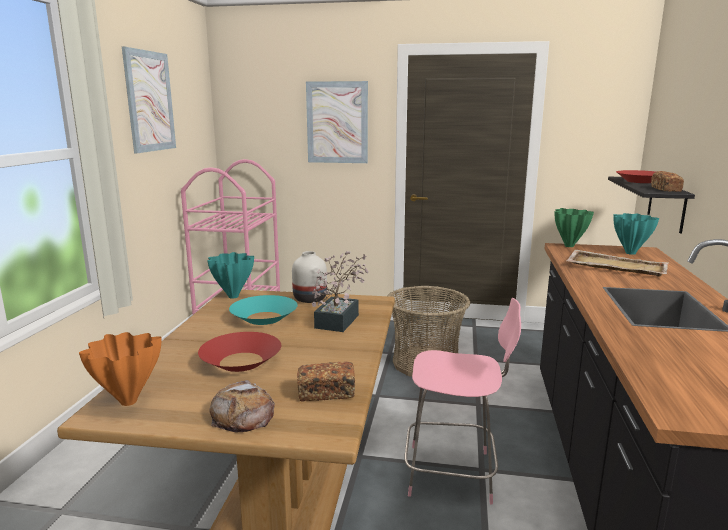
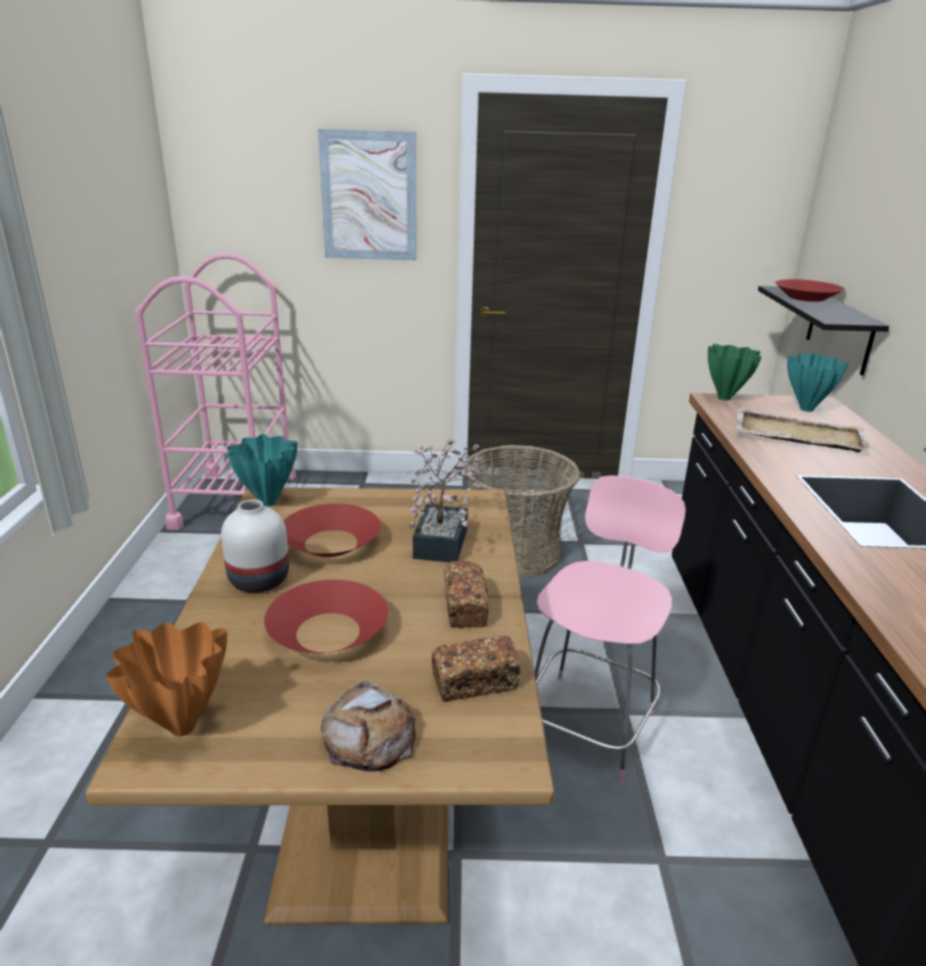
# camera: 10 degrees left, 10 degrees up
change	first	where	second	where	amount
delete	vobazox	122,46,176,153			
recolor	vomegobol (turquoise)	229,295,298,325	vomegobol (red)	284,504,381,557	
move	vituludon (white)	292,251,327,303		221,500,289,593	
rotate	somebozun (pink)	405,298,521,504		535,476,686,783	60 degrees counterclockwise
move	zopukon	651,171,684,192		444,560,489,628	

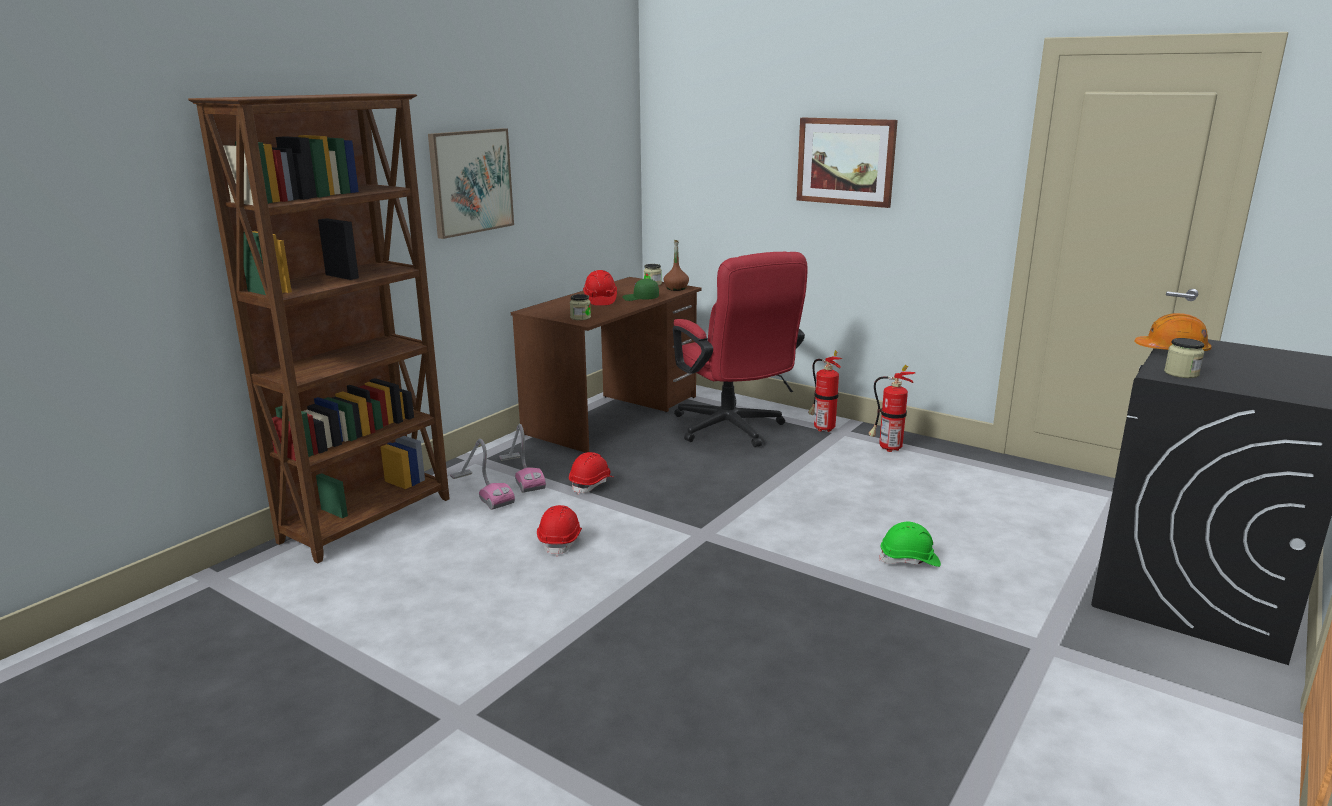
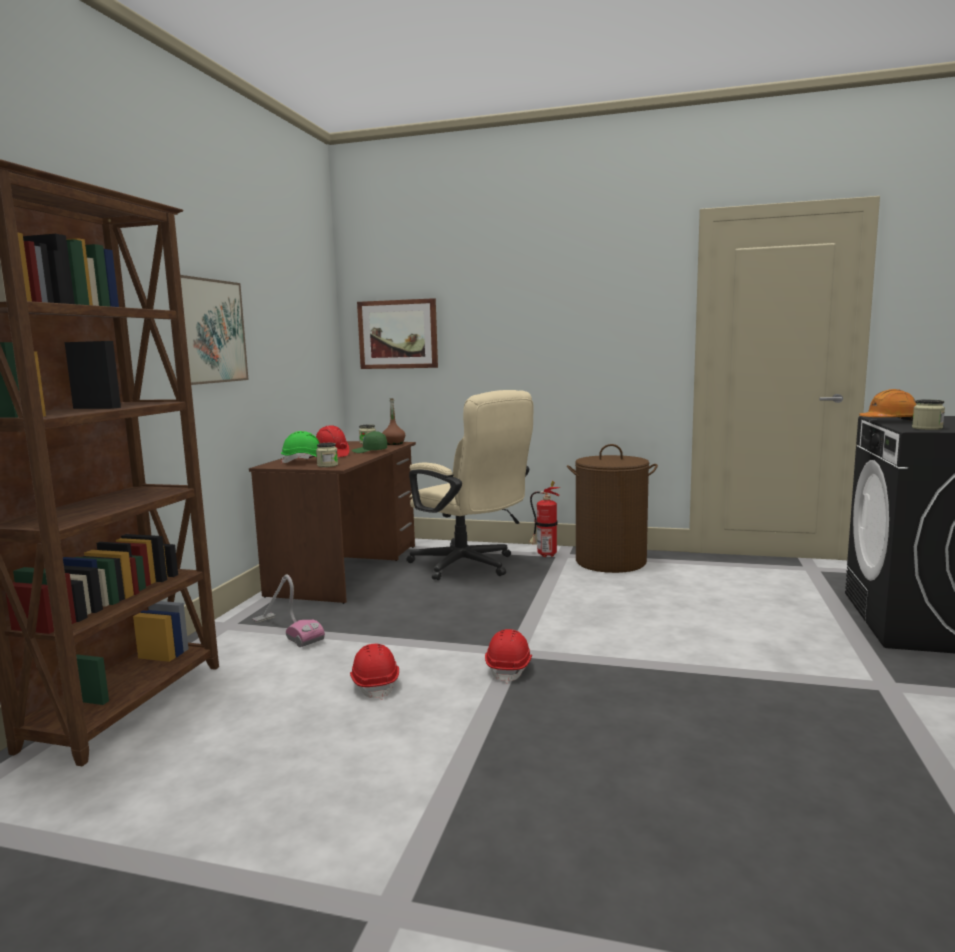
# camera: 20 degrees left, 10 degrees down
change	first	where	second	where	amount
delete	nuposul	450,439,515,510			
move	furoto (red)	569,452,613,495		485,629,532,684	
recolor	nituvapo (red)	673,252,808,447	nituvapo (beige)	406,390,533,580	
move	vobazox	797,118,898,208		357,298,438,369	
replace	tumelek	868,365,915,452	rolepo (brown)	567,444,658,573	
move	furoto (green)	879,522,941,567		281,431,320,463	

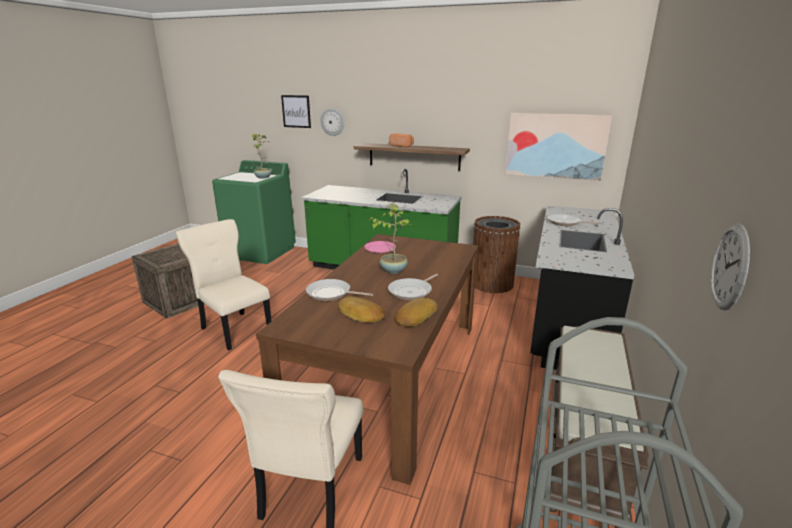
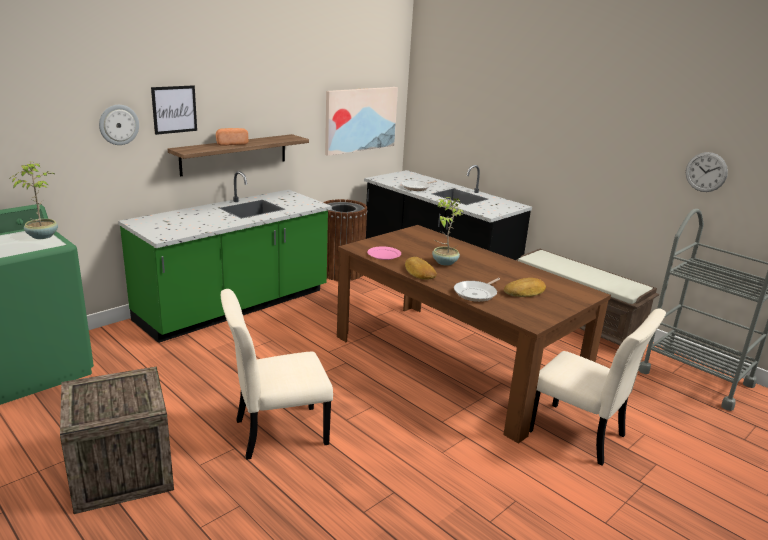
# camera: 65 degrees left, 0 degrees up
change	first	where	second	where	amount
move	vobazox	281,95,311,128		151,85,197,135	
delete	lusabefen	388,274,438,300			
move	zopukon	395,298,438,327		405,257,437,280	

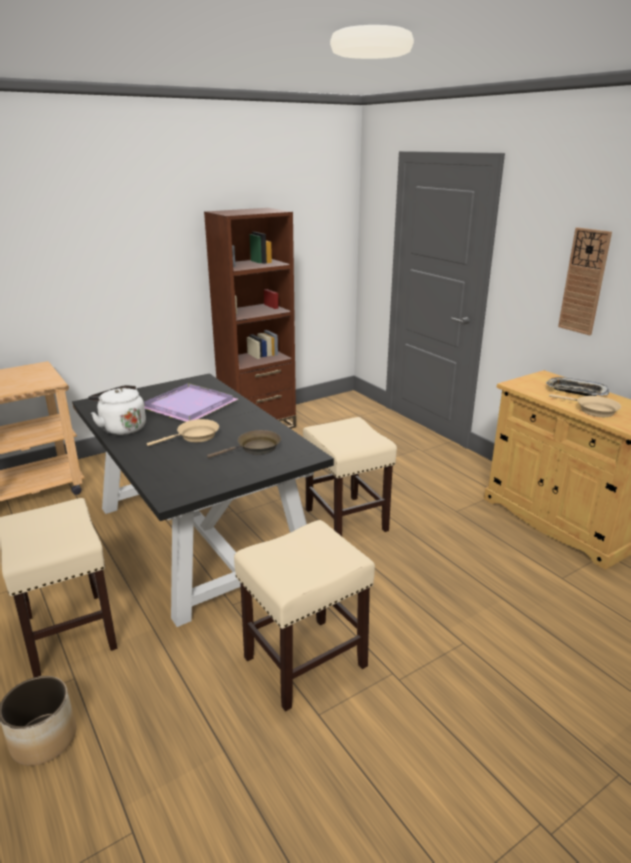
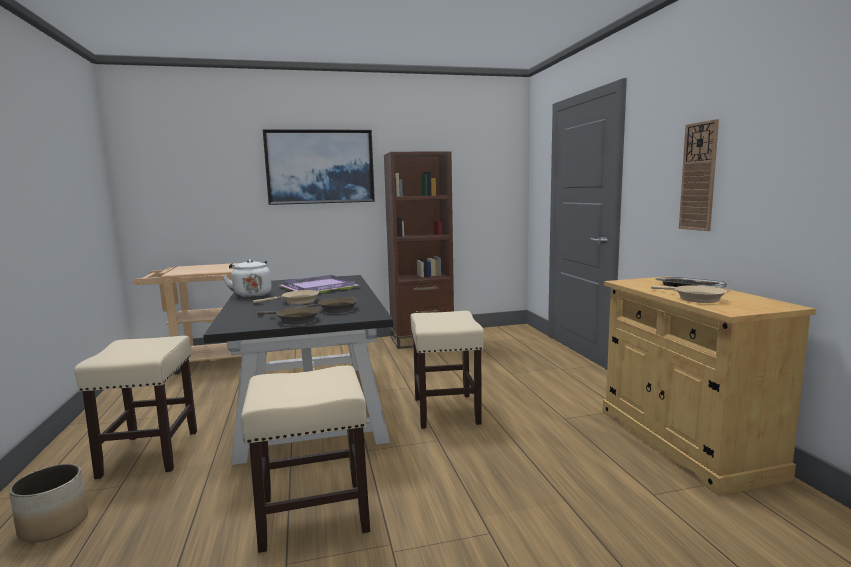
# camera: 20 degrees right, 15 degrees down
change	first	where	second	where	amount
insert			lusabefen (brown)	258,307,320,325	
insert			vobazox	263,129,375,205	

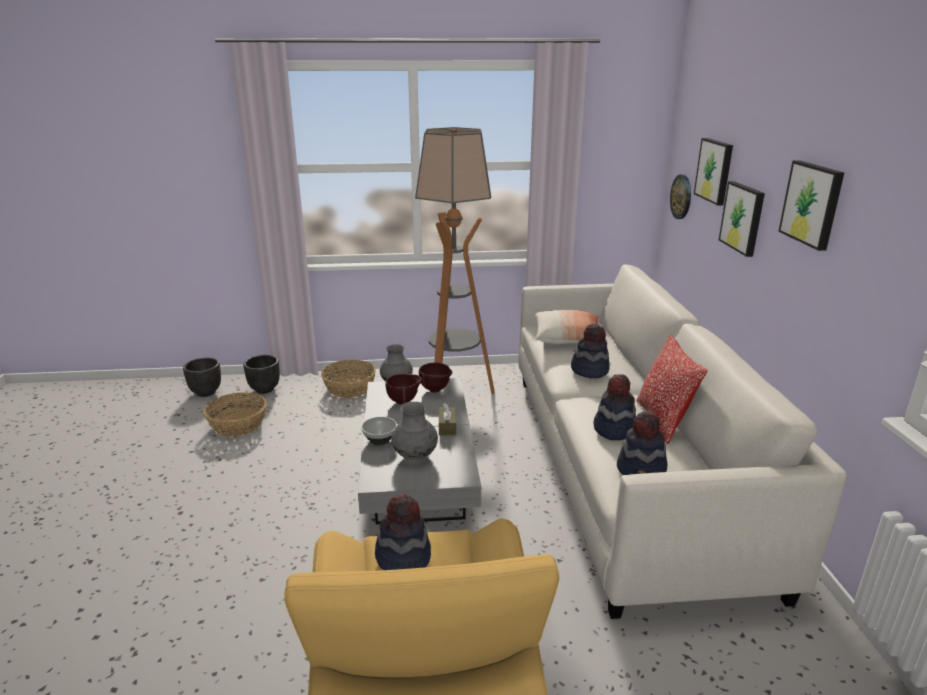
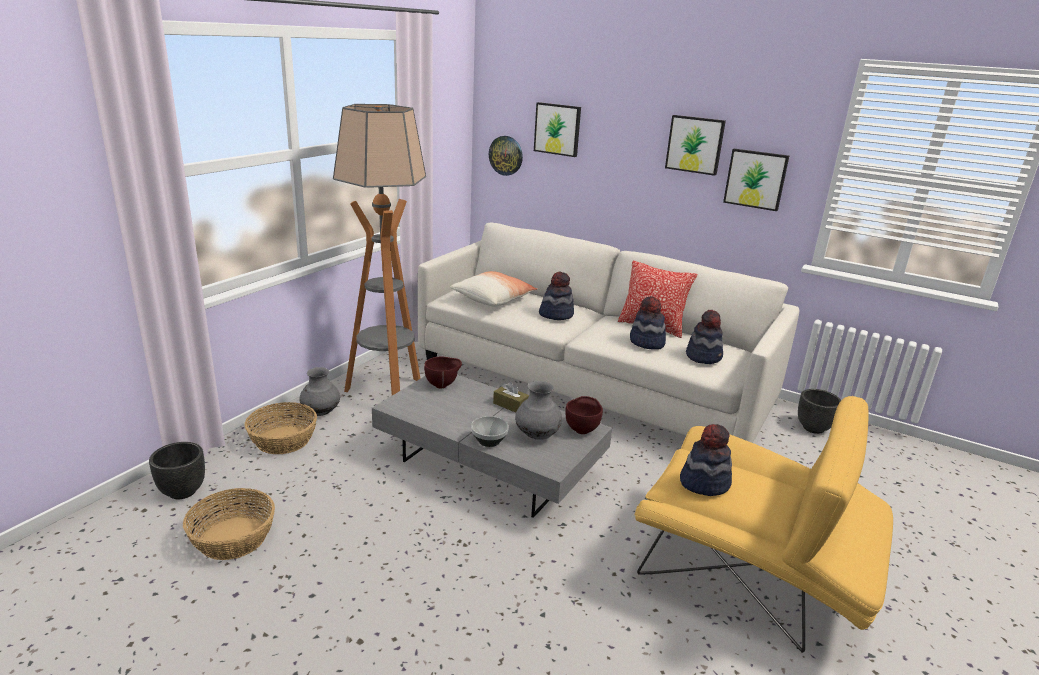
# camera: 55 degrees left, 0 degrees up
change	first	where	second	where	amount
move	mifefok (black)	183,358,221,397		798,389,841,434	
move	vomegobol (brown)	385,374,422,405		565,396,603,434	
move	vobazox	719,181,765,257		723,149,789,211	

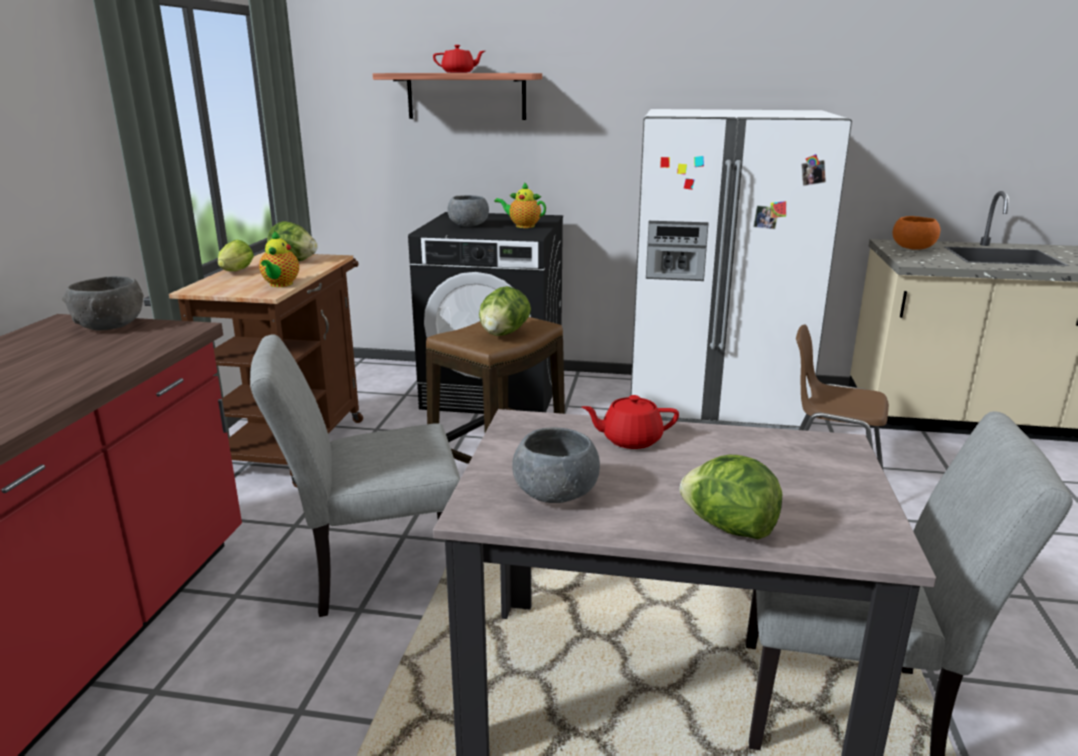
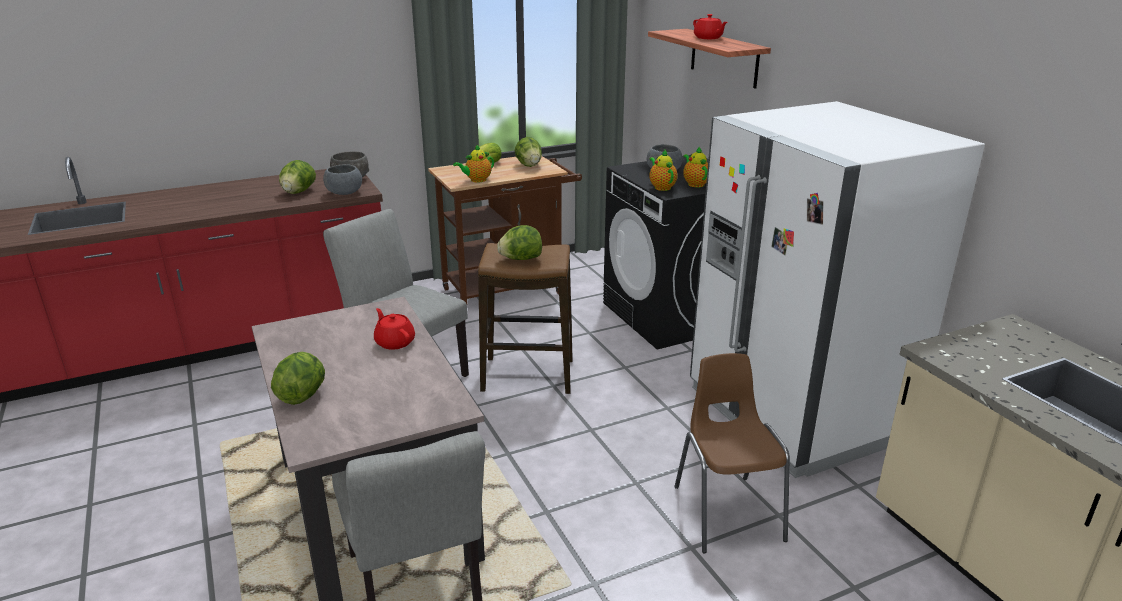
# camera: 55 degrees right, 5 degrees up
change	first	where	second	where	amount
move	vomegobol (grey)	512,428,600,503		323,164,362,195	
delete	vomegobol (orange)	892,216,940,250			
insert			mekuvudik	279,160,316,194	
insert			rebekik	650,150,678,191	

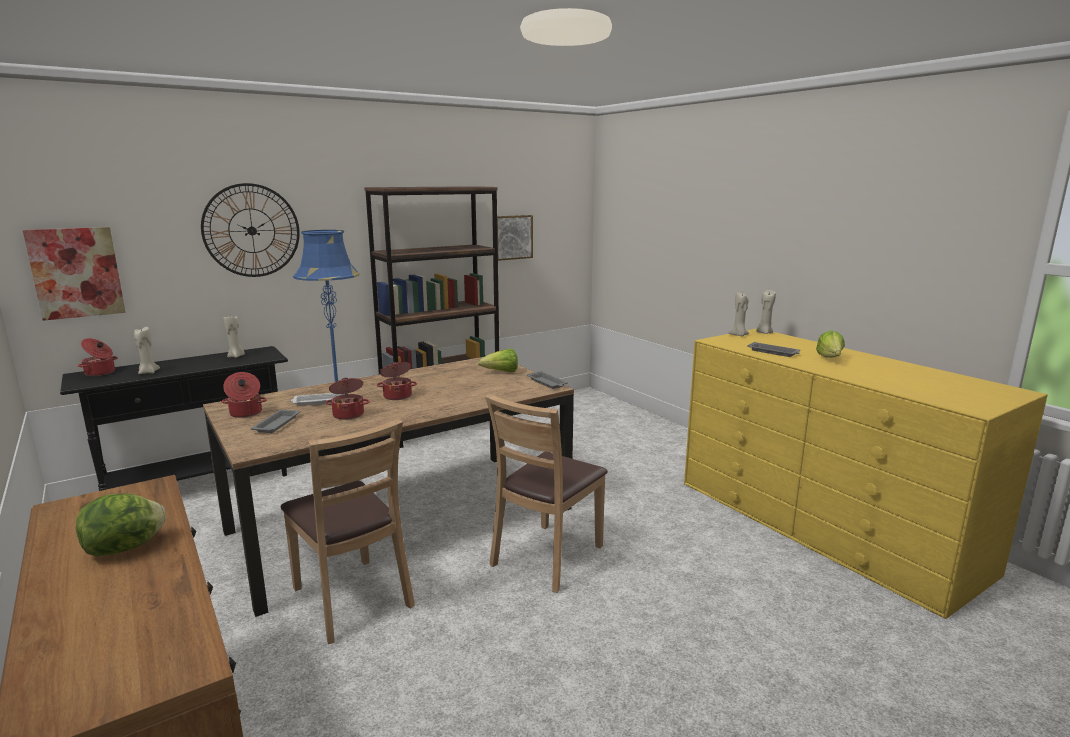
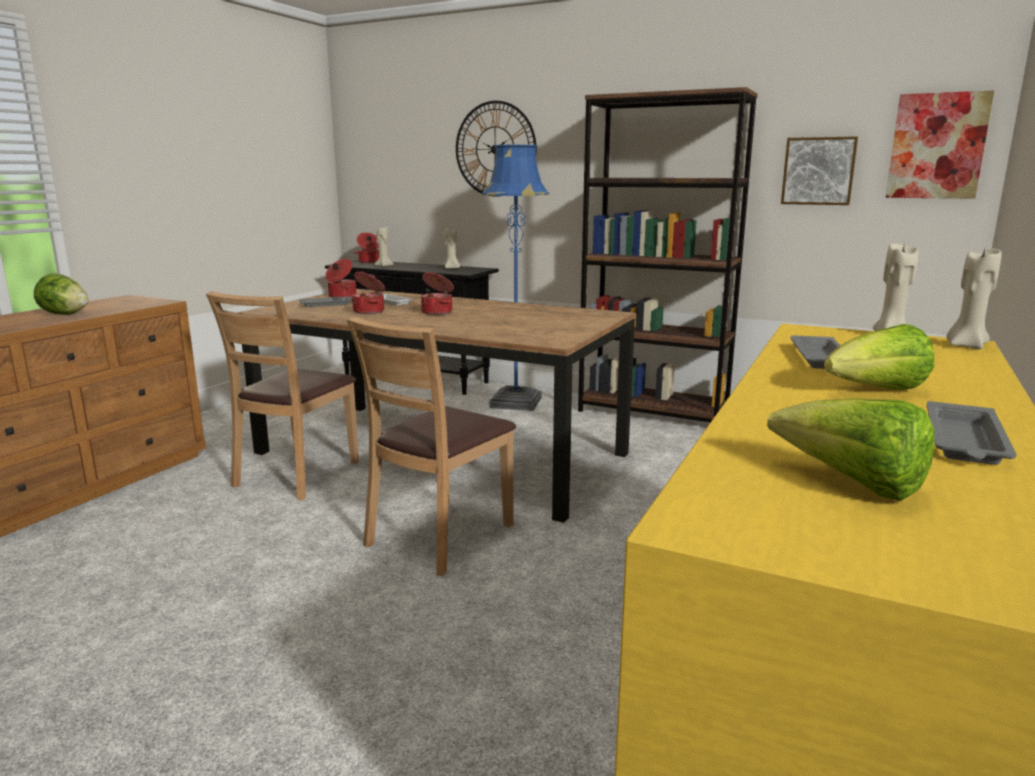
# camera: 60 degrees right, 0 degrees up
change	first	where	second	where	amount
move	vobazox	23,227,126,321		886,90,994,199	
move	mekuvudik	478,349,518,372		767,398,935,501	
rotate	somebozun (brown)	485,394,608,593		346,316,516,576	60 degrees counterclockwise
move	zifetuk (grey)	527,371,568,389		927,401,1017,465	

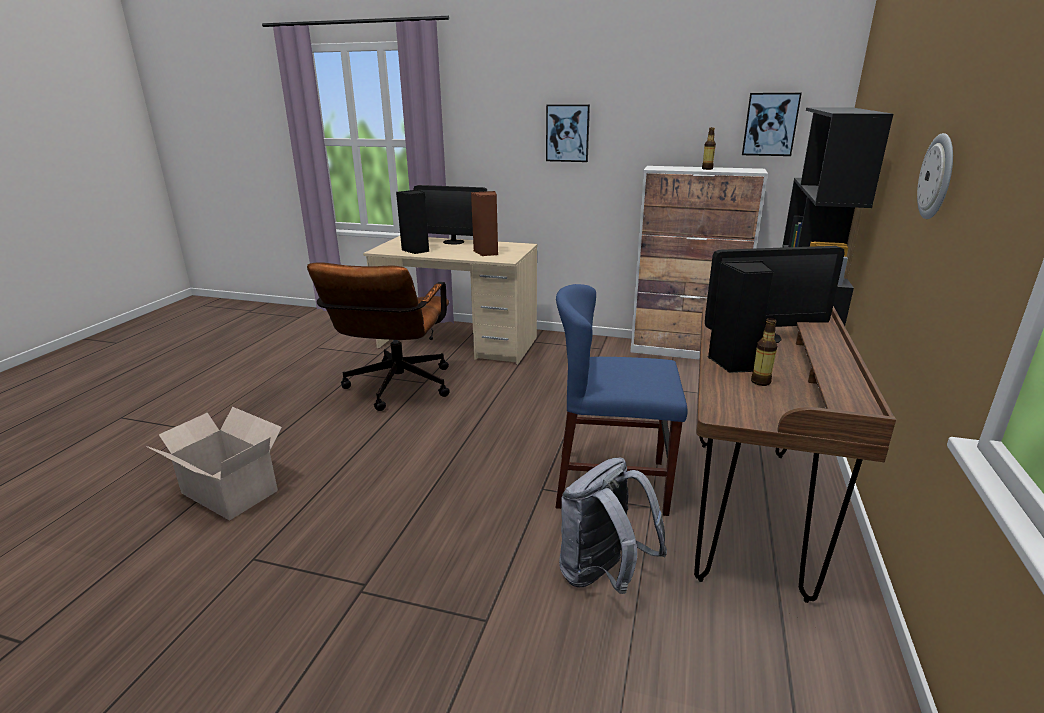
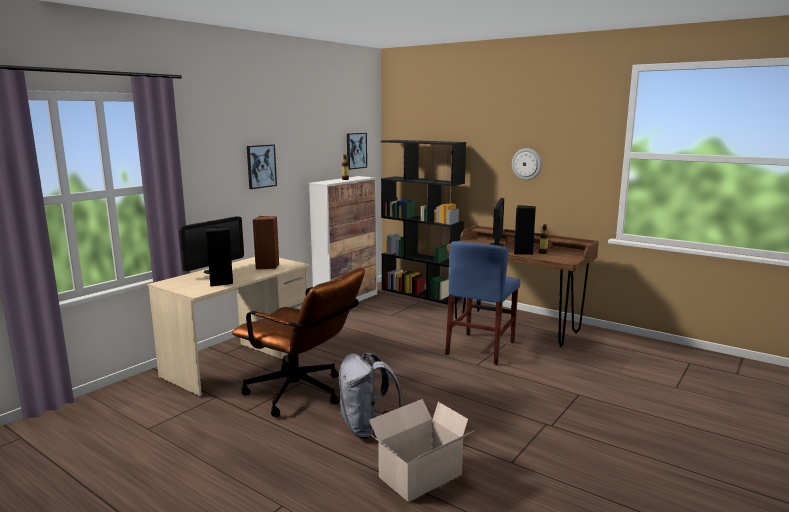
# camera: 70 degrees left, 10 degrees down
change	first	where	second	where	amount
move	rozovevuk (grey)	559,458,667,594		338,353,403,439	

